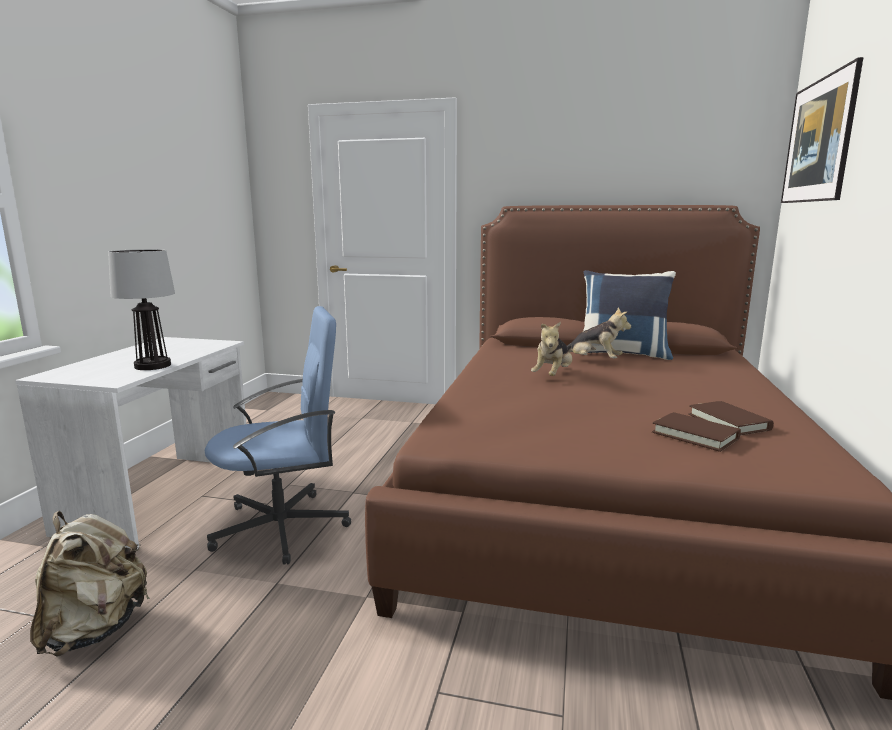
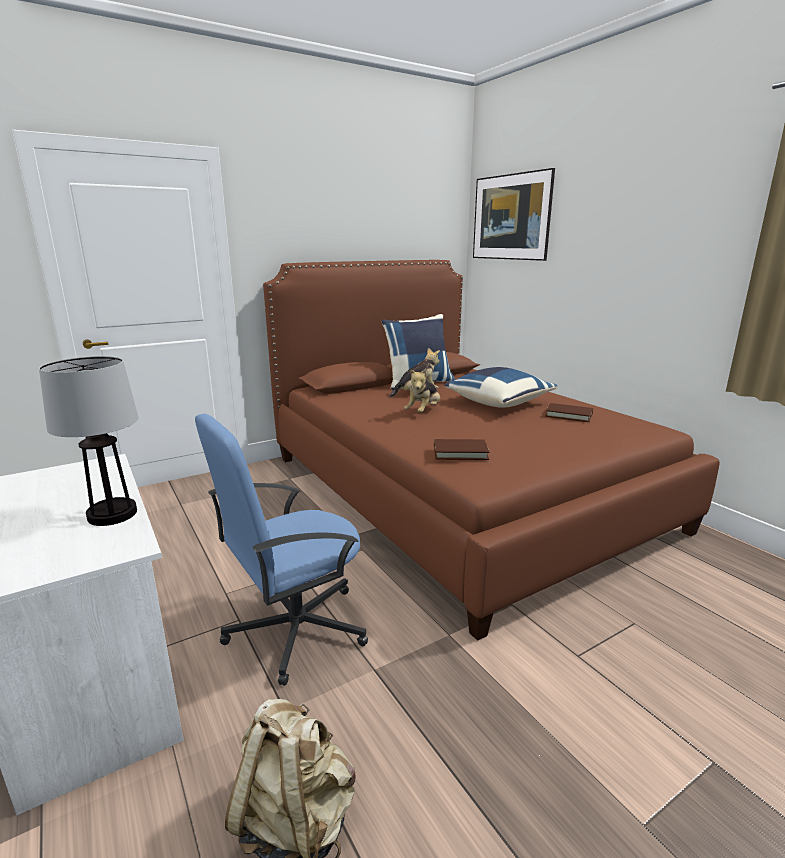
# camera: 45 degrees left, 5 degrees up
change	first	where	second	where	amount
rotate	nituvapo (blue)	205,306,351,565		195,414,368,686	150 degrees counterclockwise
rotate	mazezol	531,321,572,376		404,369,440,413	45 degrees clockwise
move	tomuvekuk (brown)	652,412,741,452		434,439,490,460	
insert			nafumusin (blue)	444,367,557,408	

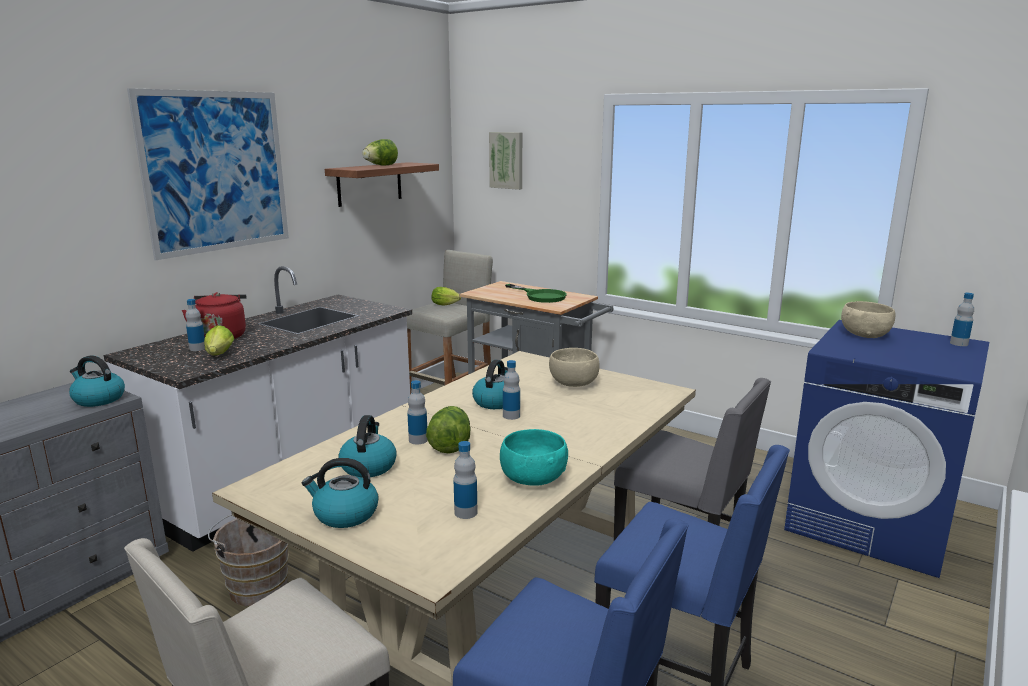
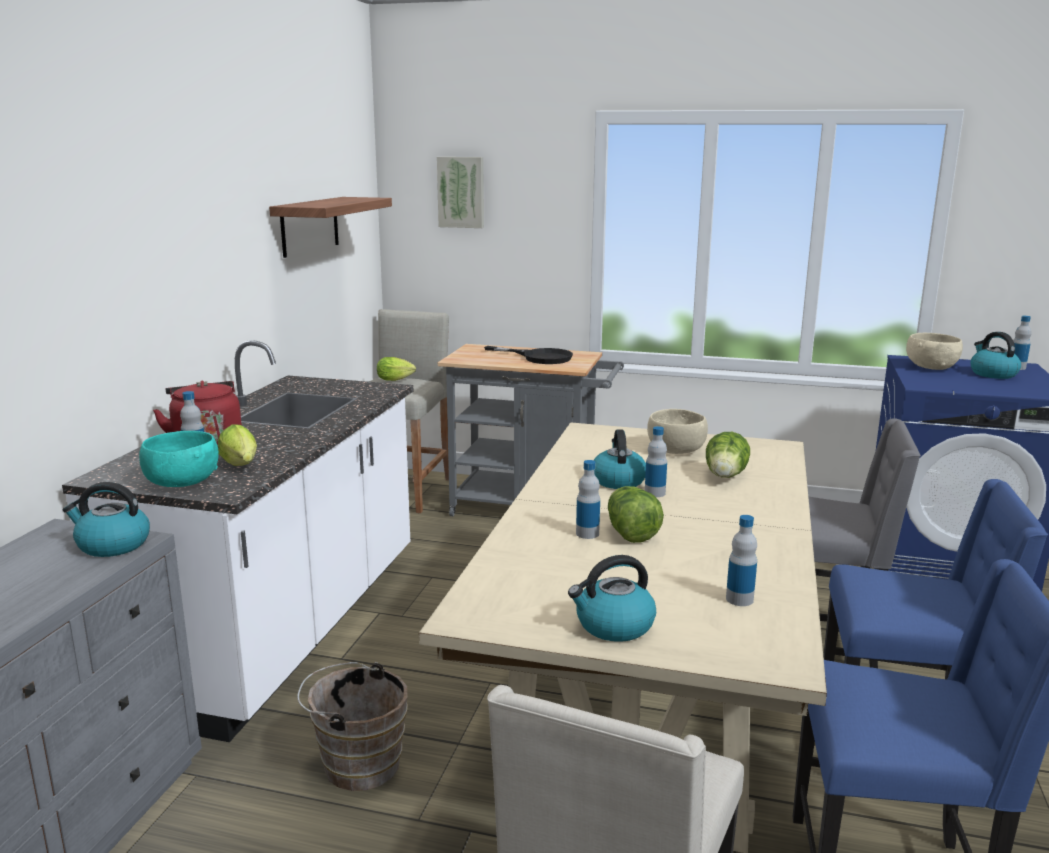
# camera: 20 degrees left, 0 degrees up
change	first	where	second	where	amount
delete	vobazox	127,88,289,260			
move	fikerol	338,415,397,478		970,332,1021,379	
move	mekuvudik	362,139,398,166		706,432,750,478	
move	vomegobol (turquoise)	500,429,568,486		139,431,219,487	
recolor	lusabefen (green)	505,284,567,303	lusabefen (black)	484,346,573,364	

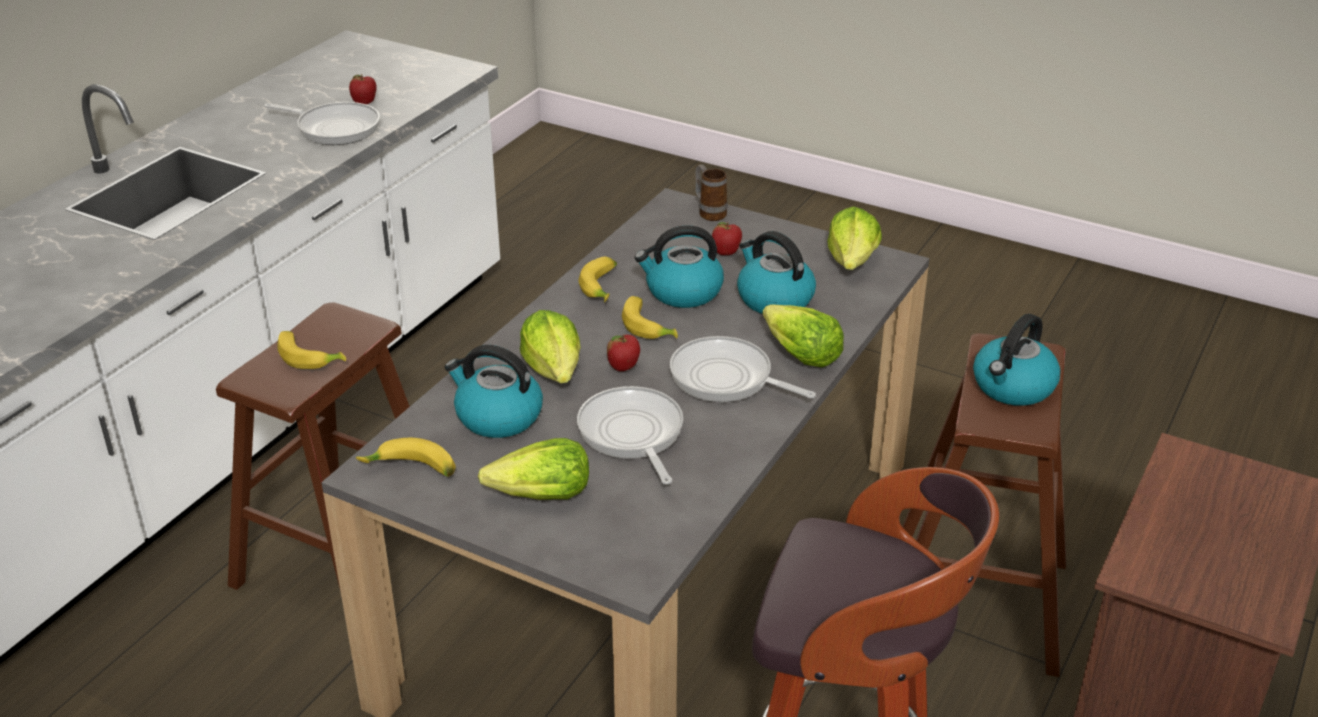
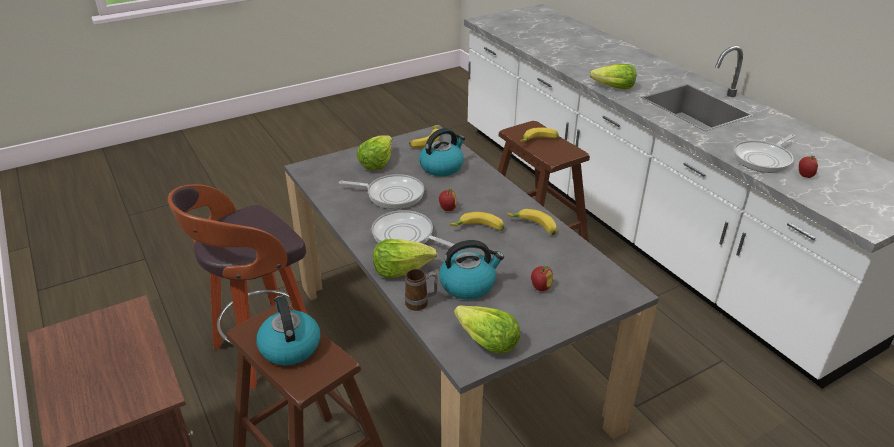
# camera: 120 degrees right, 0 degrees up
change	first	where	second	where	amount
move	mekuvudik	520,310,581,383		590,64,636,90	
delete	fikerol	634,225,724,308			
rotate	lusabefen	670,336,816,402		371,210,454,247	120 degrees counterclockwise
move	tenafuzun	695,165,727,221		405,269,438,311	

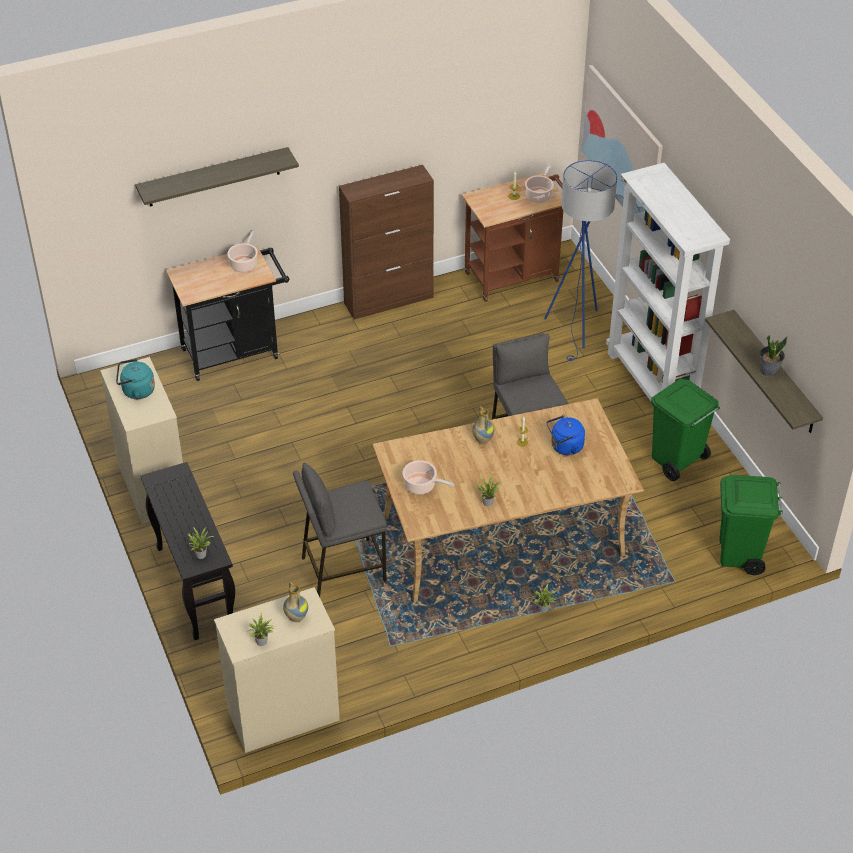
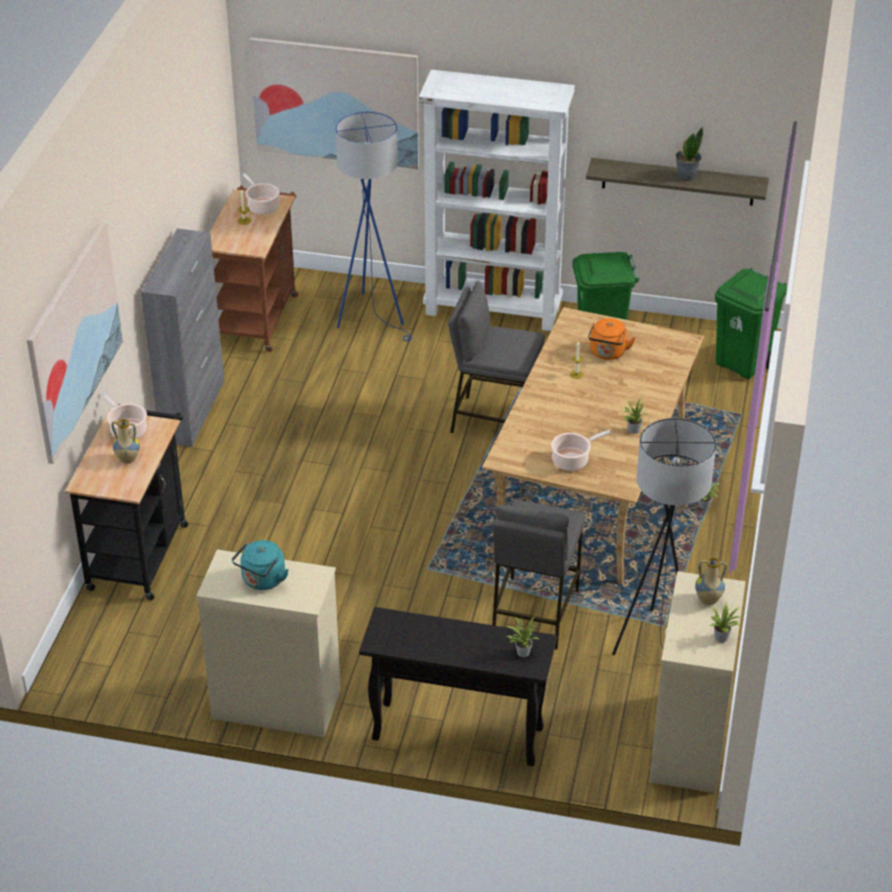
# camera: 55 degrees left, 5 degrees down
change	first	where	second	where	amount
replace	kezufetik	135,147,299,206	vobazox	27,221,123,464	
recolor	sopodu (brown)	339,165,434,320	sopodu (grey)	141,229,224,447	
move	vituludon	472,406,494,444		111,419,140,464	
recolor	fikerol (blue)	547,415,585,455	fikerol (orange)	588,318,636,360	
insert			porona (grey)	612,418,716,655	

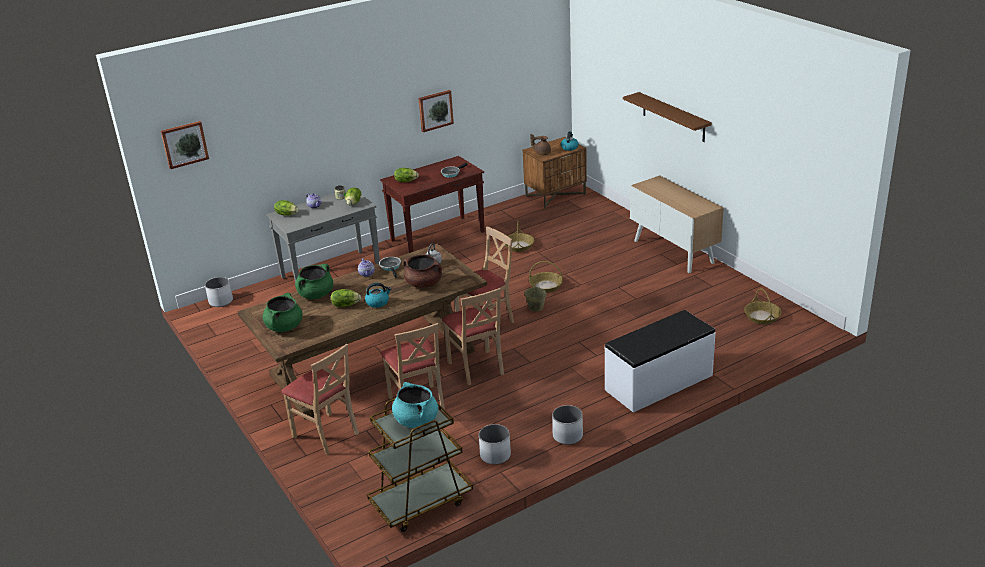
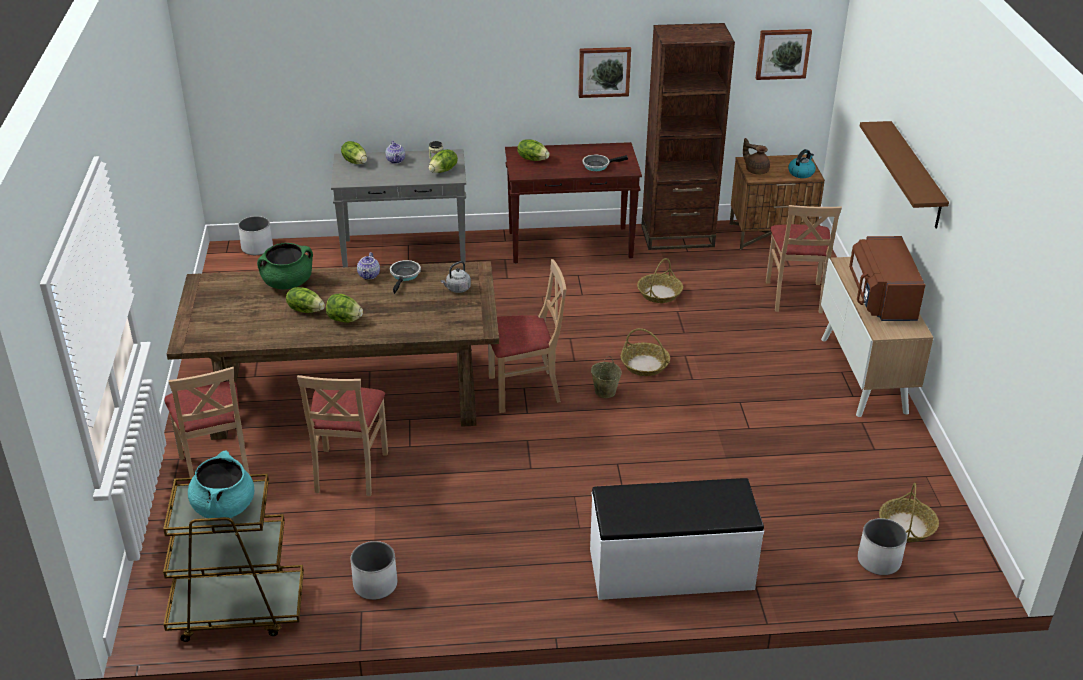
# camera: 25 degrees right, 5 degrees up
change	first	where	second	where	amount
move	vobazox	161,121,209,169		756,29,812,80	
delete	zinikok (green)	262,293,302,332			
replace	fikerol	365,282,391,308	mekuvudik	326,294,363,323	
delete	zinikok (brown)	403,254,442,288			
move	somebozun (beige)	442,288,504,385		766,205,842,313	
move	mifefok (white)	552,405,583,445		858,518,907,575	
insert			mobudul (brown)	641,23,735,250	
insert			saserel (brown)	849,236,925,321	

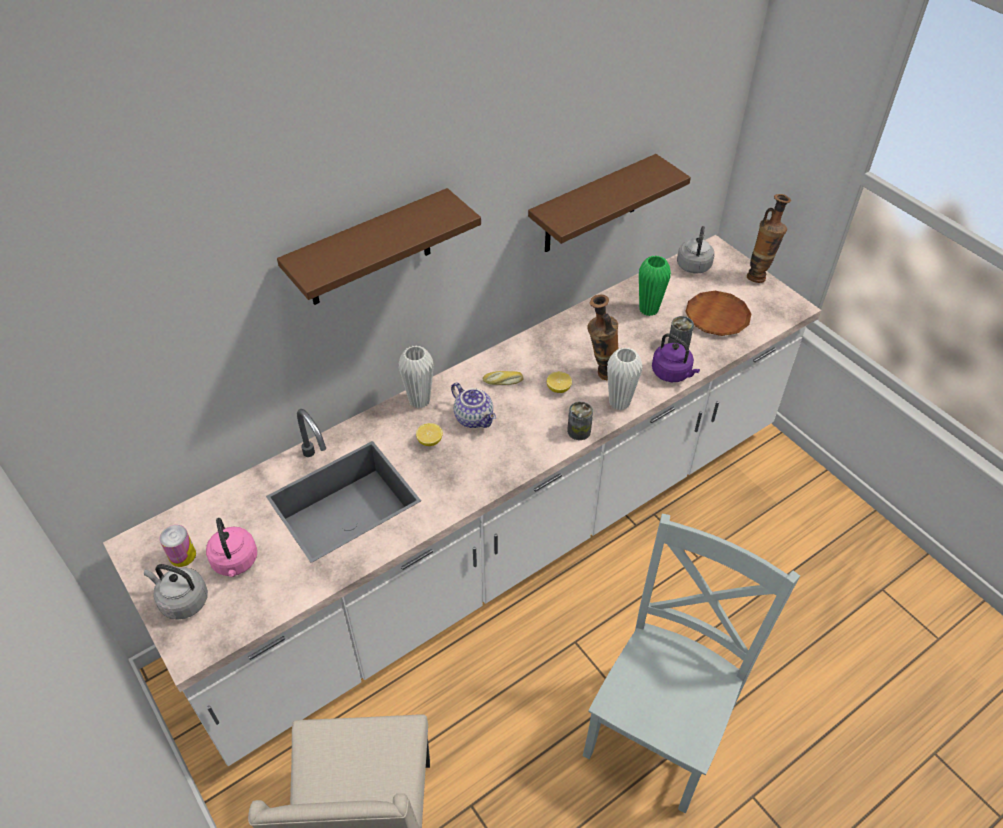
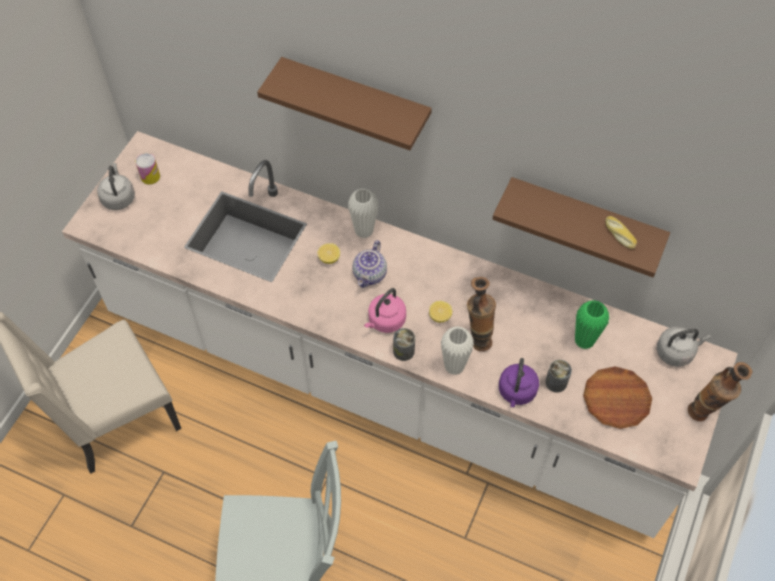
# camera: 60 degrees right, 10 degrees up
change	first	where	second	where	amount
move	fikerol (pink)	206,518,257,577		364,288,406,333	
move	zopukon	483,371,523,385		605,216,637,249	

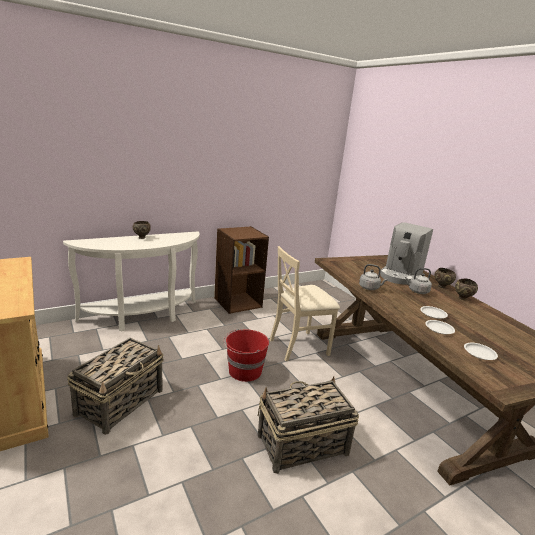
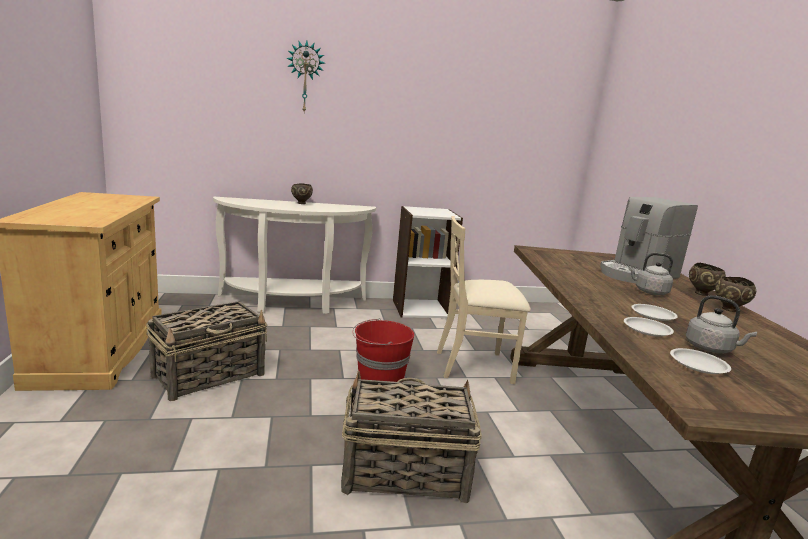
# camera: 20 degrees right, 5 degrees down
change	first	where	second	where	amount
recolor	mobudul (brown)	214,226,269,314	mobudul (white)	393,206,463,318	
move	fikerol (grey)	359,264,388,290		686,295,757,353	
insert			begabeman	286,41,324,112	

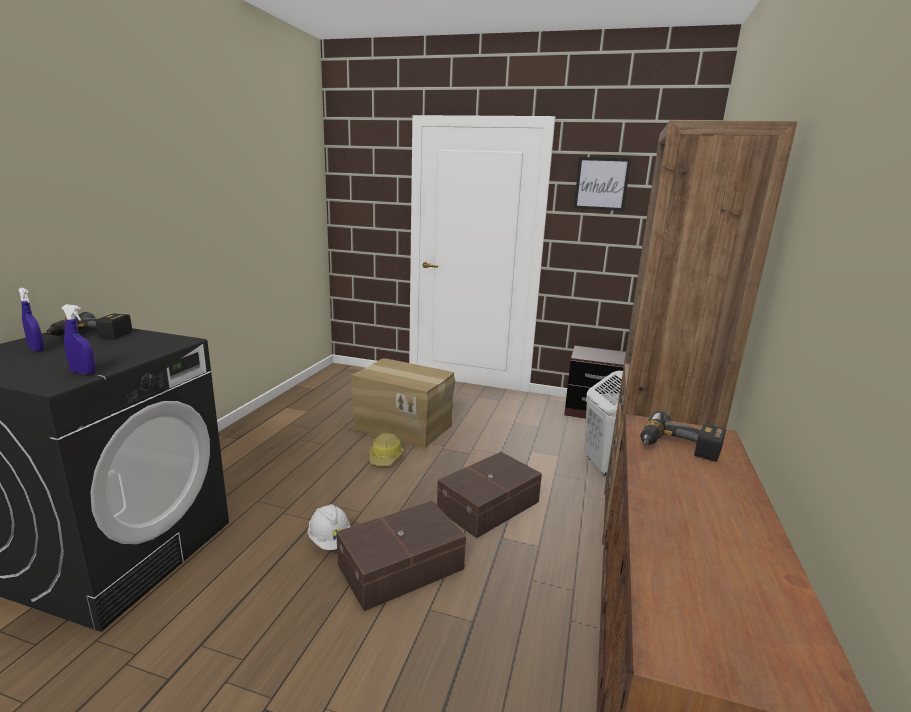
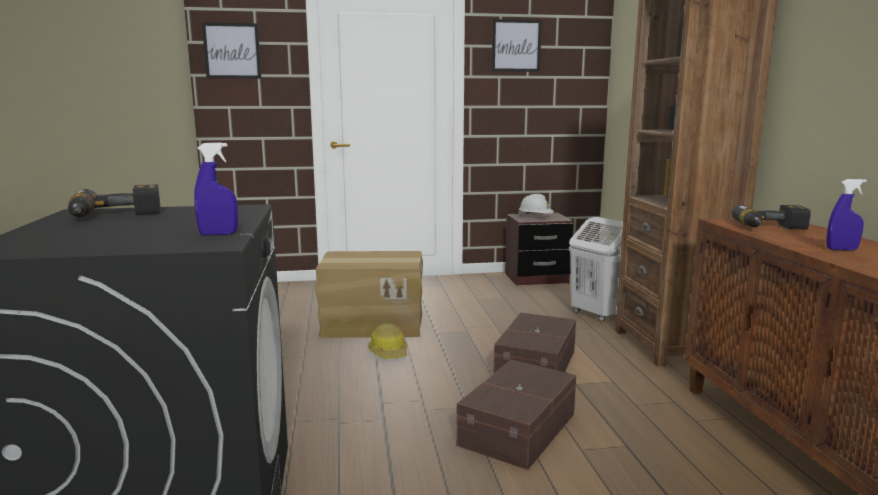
# camera: 25 degrees left, 5 degrees down
change	first	where	second	where	amount
move	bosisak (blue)	18,288,44,352		826,179,867,251	
move	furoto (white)	308,504,351,550		518,194,554,216	
insert			vobazox	202,22,261,79	

